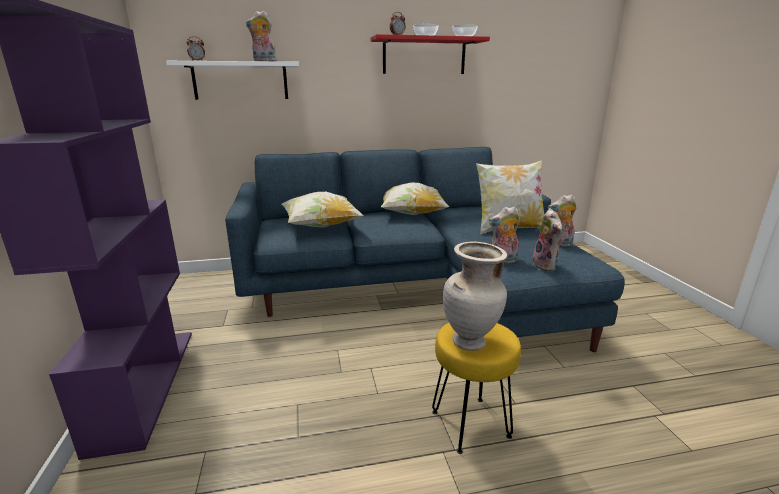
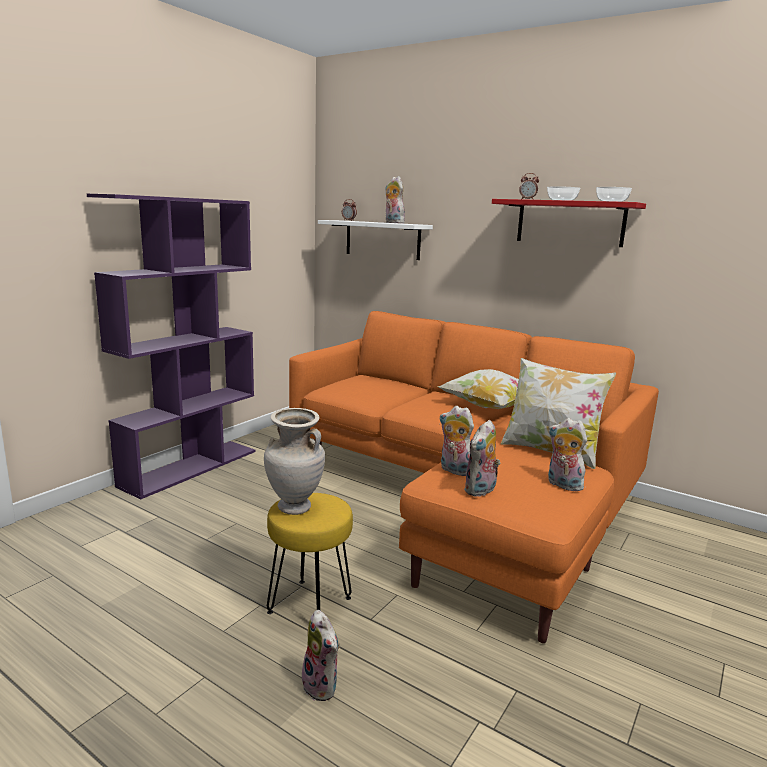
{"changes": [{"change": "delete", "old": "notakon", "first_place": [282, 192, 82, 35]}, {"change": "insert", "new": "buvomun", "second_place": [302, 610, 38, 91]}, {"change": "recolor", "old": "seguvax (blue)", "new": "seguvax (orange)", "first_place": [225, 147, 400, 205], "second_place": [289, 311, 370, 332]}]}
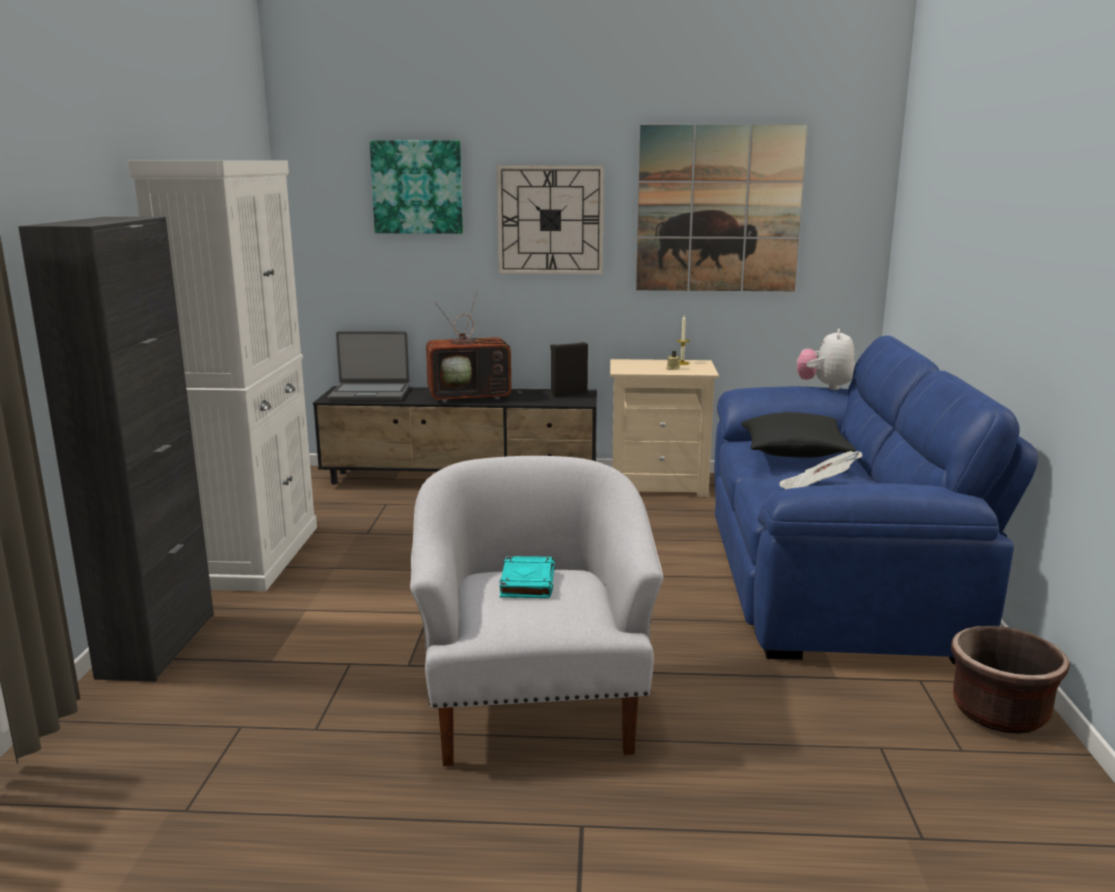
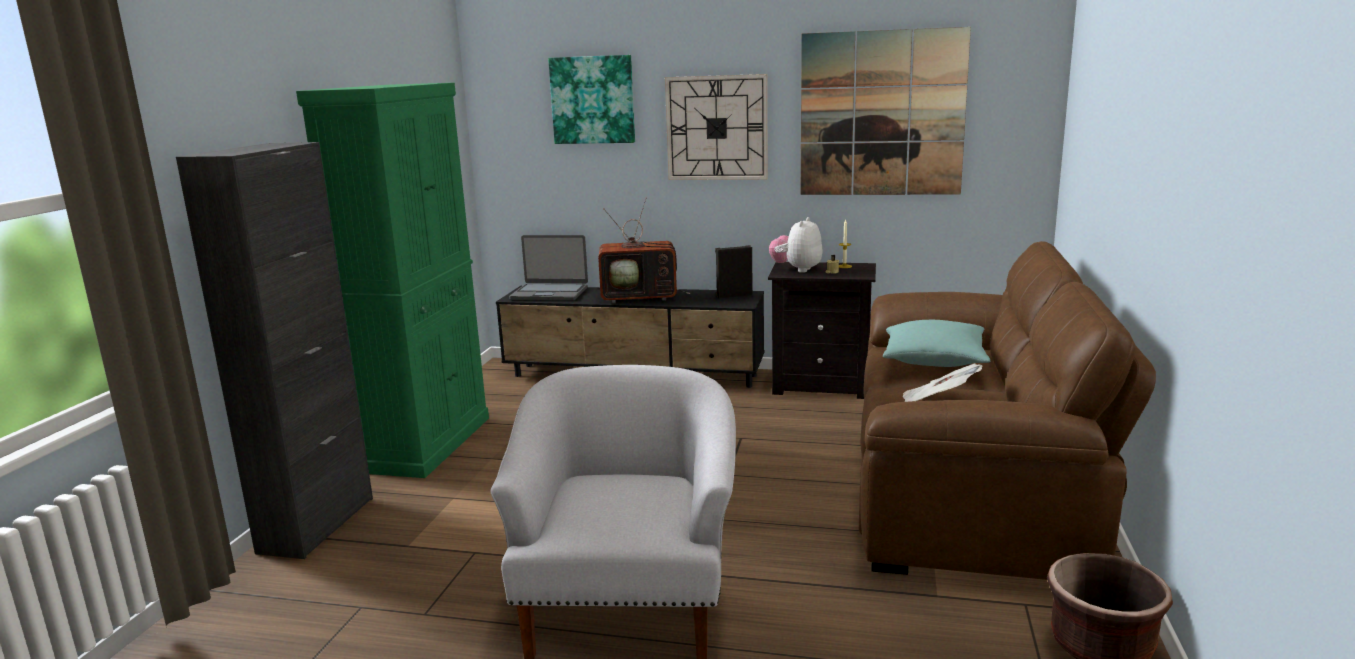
{"changes": [{"change": "delete", "old": "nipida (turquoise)", "first_place": [500, 556, 55, 42]}, {"change": "move", "old": "buvomun", "first_place": [797, 329, 58, 61], "second_place": [769, 217, 54, 56]}, {"change": "recolor", "old": "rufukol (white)", "new": "rufukol (green)", "first_place": [128, 160, 189, 431], "second_place": [296, 83, 193, 395]}, {"change": "recolor", "old": "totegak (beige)", "new": "totegak (black)", "first_place": [610, 359, 109, 138], "second_place": [768, 262, 108, 137]}, {"change": "recolor", "old": "seguvax (blue)", "new": "seguvax (brown)", "first_place": [715, 335, 323, 329], "second_place": [859, 241, 297, 339]}, {"change": "recolor", "old": "notakon (black)", "new": "notakon (turquoise)", "first_place": [741, 412, 115, 46], "second_place": [883, 320, 107, 47]}]}
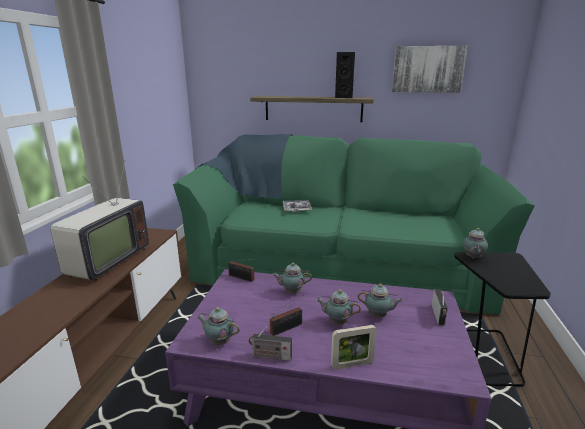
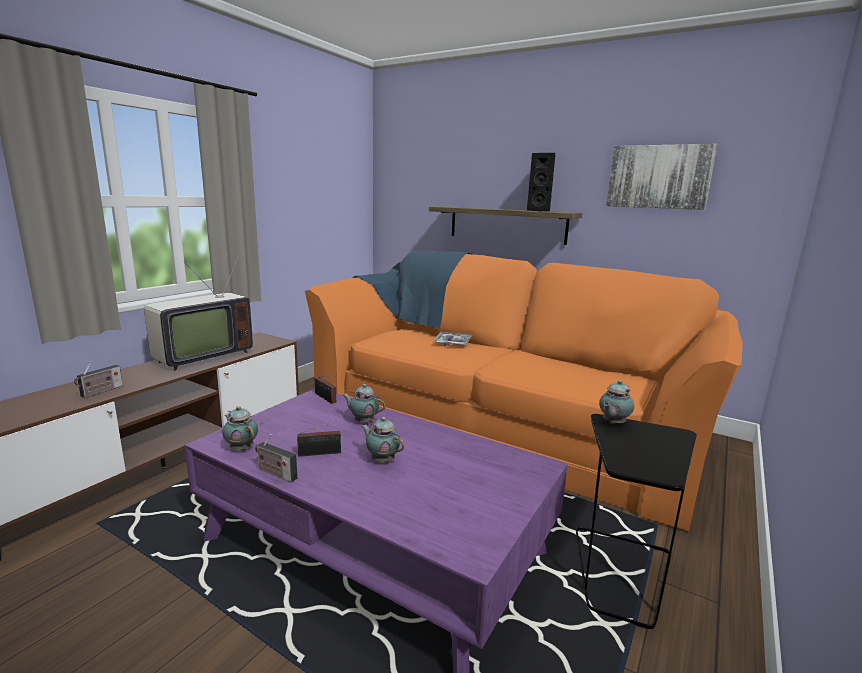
{"changes": [{"change": "delete", "old": "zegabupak", "first_place": [331, 325, 46, 45]}, {"change": "delete", "old": "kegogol", "first_place": [357, 284, 46, 34]}, {"change": "move", "old": "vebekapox", "first_place": [432, 289, 16, 36], "second_place": [74, 361, 49, 37]}, {"change": "recolor", "old": "seguvax (green)", "new": "seguvax (orange)", "first_place": [173, 134, 362, 180], "second_place": [305, 250, 438, 281]}]}
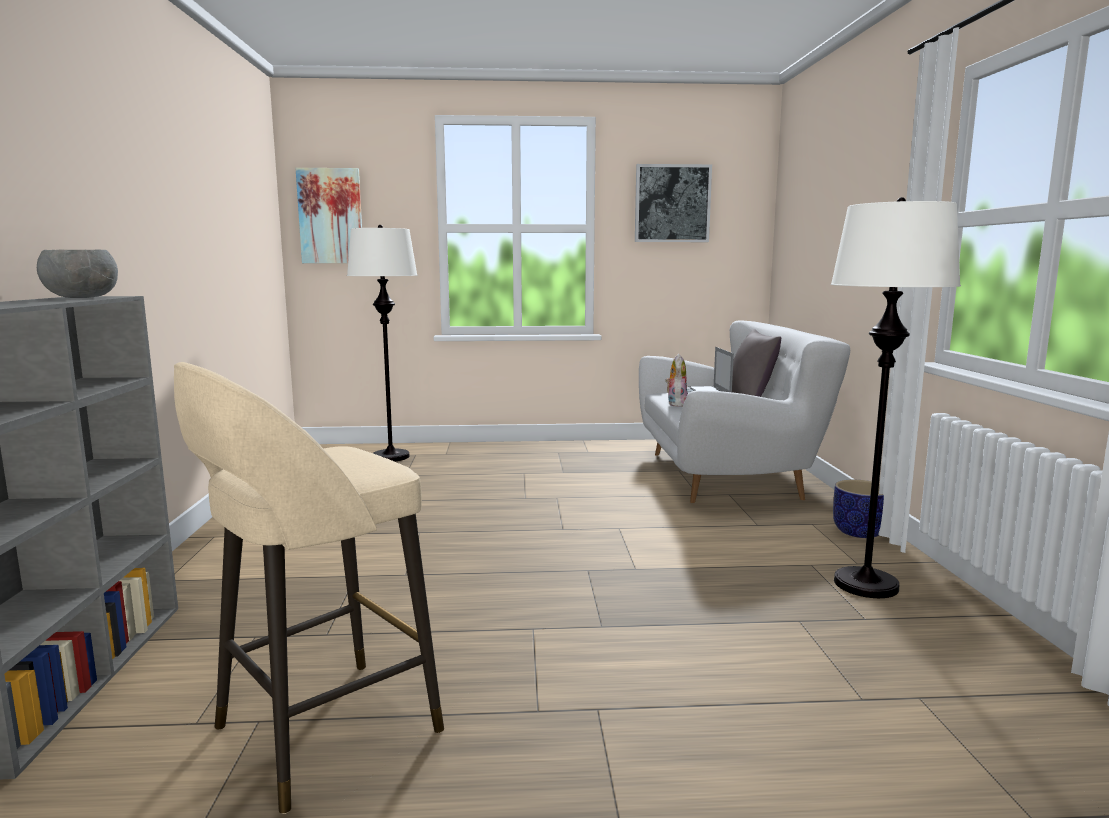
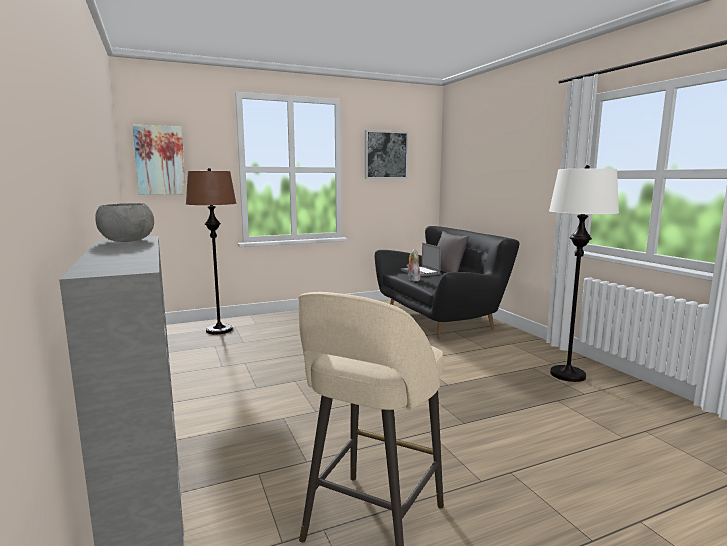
{"changes": [{"change": "delete", "old": "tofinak", "first_place": [833, 480, 51, 58]}, {"change": "recolor", "old": "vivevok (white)", "new": "vivevok (brown)", "first_place": [347, 225, 71, 237], "second_place": [186, 168, 51, 166]}, {"change": "recolor", "old": "seguvax (white)", "new": "seguvax (black)", "first_place": [639, 320, 211, 183], "second_place": [375, 226, 144, 113]}]}
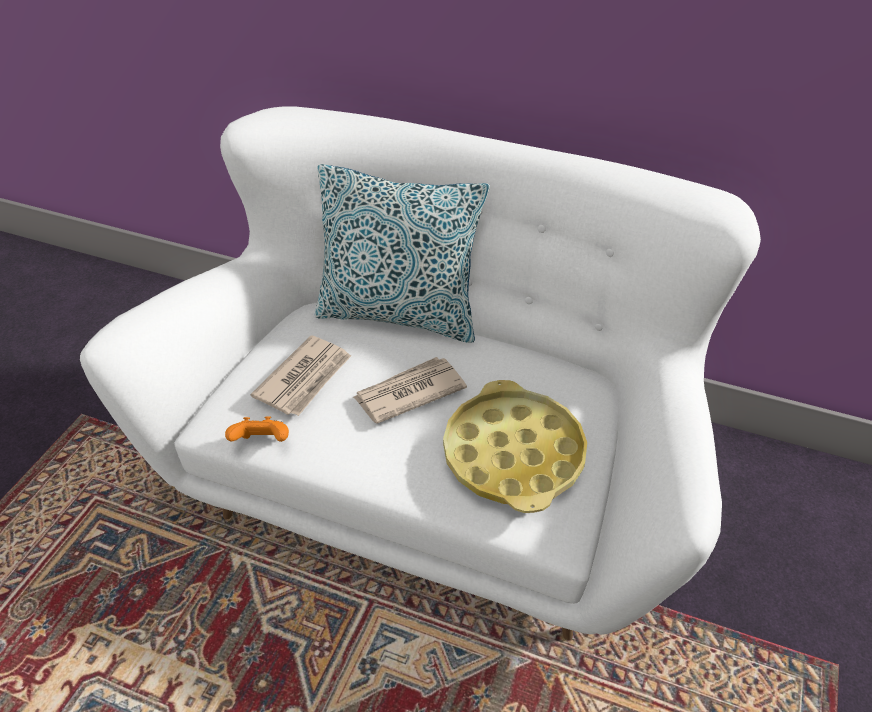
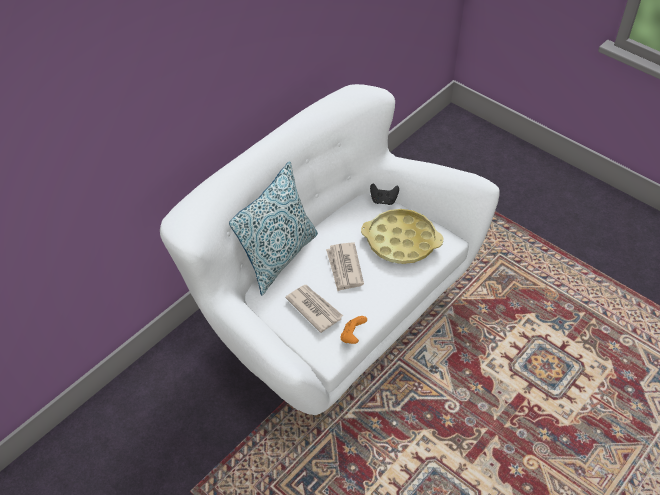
{"changes": [{"change": "insert", "new": "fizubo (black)", "second_place": [370, 183, 29, 22]}]}
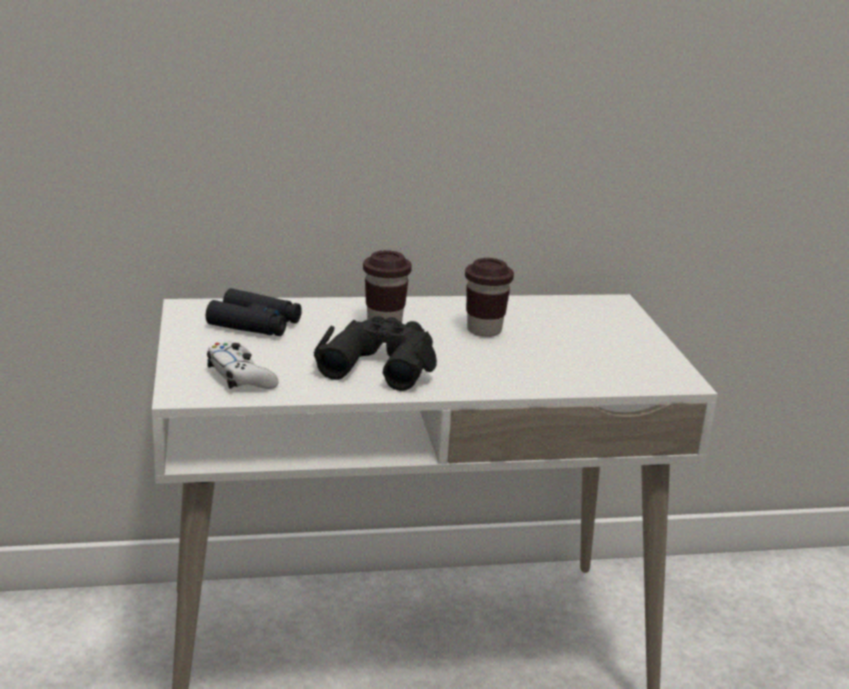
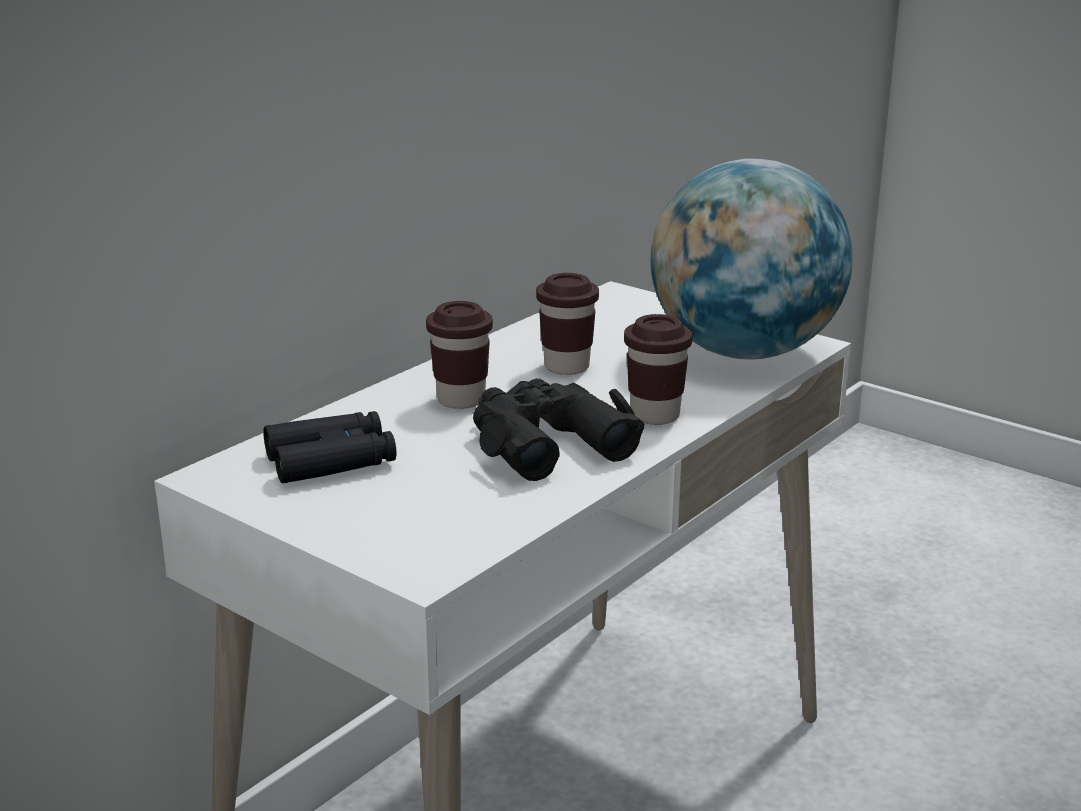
{"changes": [{"change": "delete", "old": "fizubo (white)", "first_place": [207, 342, 71, 47]}, {"change": "insert", "new": "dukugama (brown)", "second_place": [624, 314, 69, 111]}, {"change": "insert", "new": "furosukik", "second_place": [651, 158, 202, 201]}]}
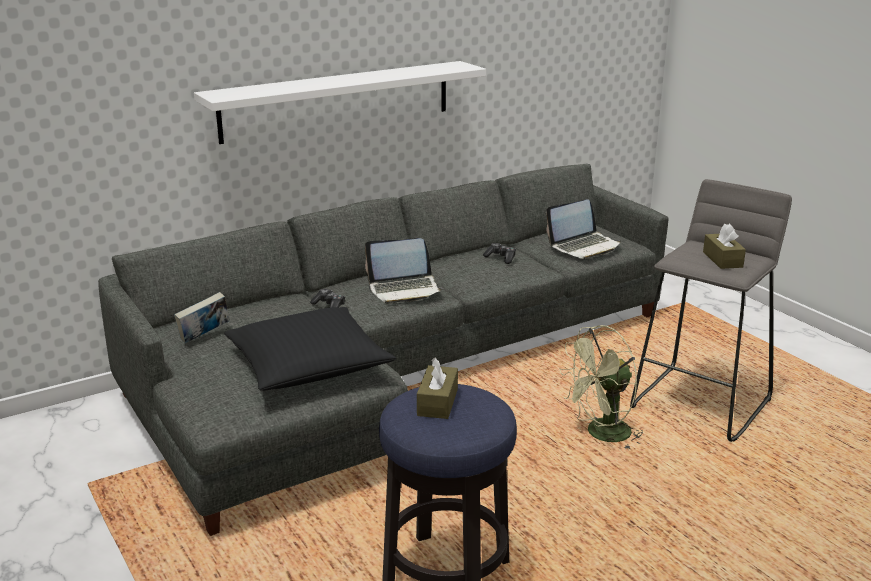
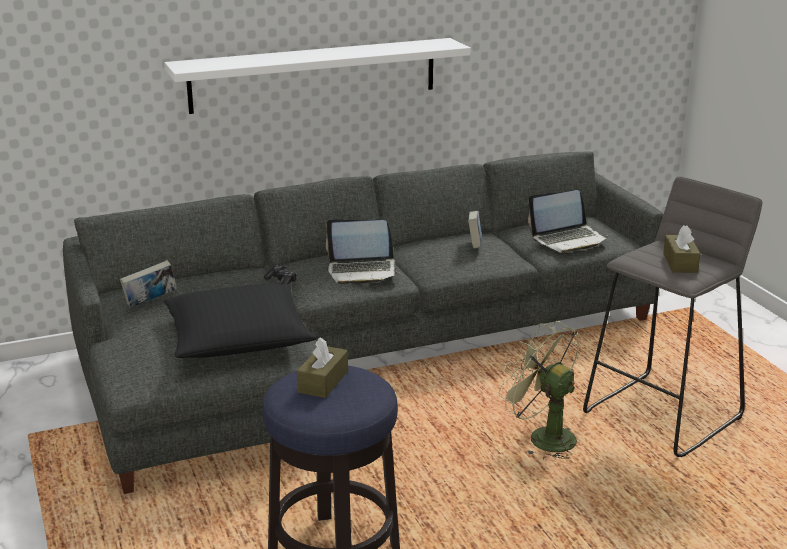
{"changes": [{"change": "replace", "old": "fizubo", "new": "nipida", "first_place": [483, 243, 33, 21], "second_place": [468, 211, 14, 38]}, {"change": "rotate", "old": "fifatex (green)", "first_place": [559, 325, 84, 124], "second_place": [498, 321, 81, 138], "degrees": 60}]}
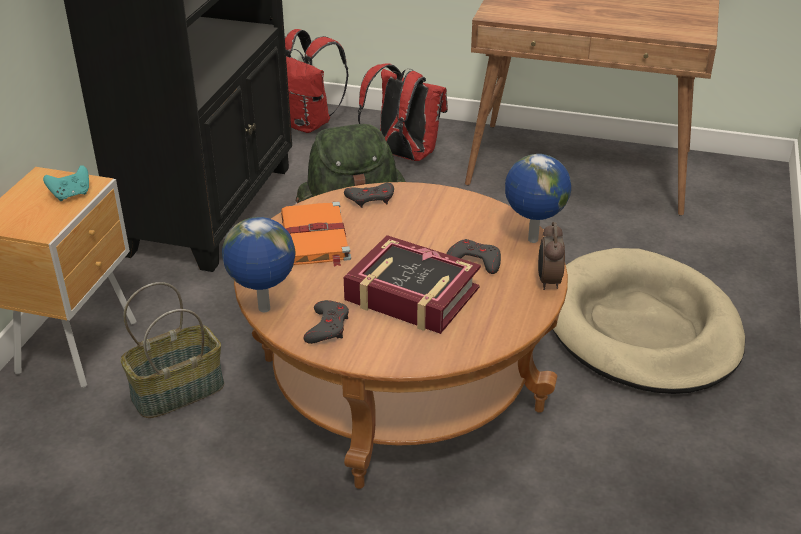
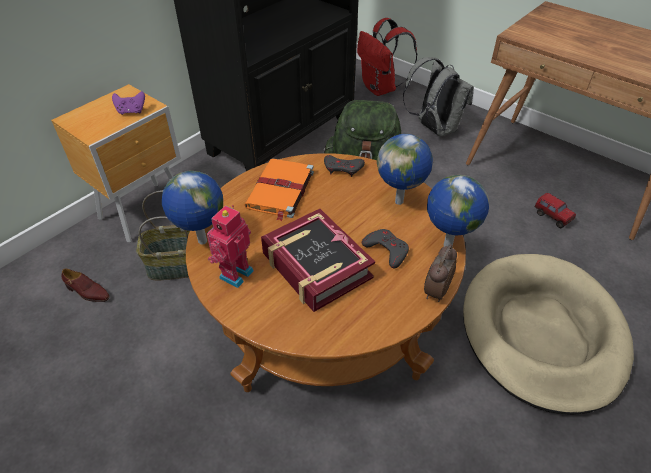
{"changes": [{"change": "insert", "new": "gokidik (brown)", "second_place": [61, 268, 49, 34]}, {"change": "insert", "new": "furosukik", "second_place": [377, 134, 56, 71]}, {"change": "insert", "new": "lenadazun", "second_place": [534, 193, 42, 35]}, {"change": "replace", "old": "fizubo (grey)", "new": "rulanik", "first_place": [304, 300, 45, 44], "second_place": [207, 205, 47, 83]}, {"change": "recolor", "old": "fizubo (turquoise)", "new": "fizubo (purple)", "first_place": [43, 165, 46, 36], "second_place": [112, 91, 33, 24]}, {"change": "recolor", "old": "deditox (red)", "new": "deditox (grey)", "first_place": [358, 63, 90, 98], "second_place": [403, 57, 71, 80]}]}
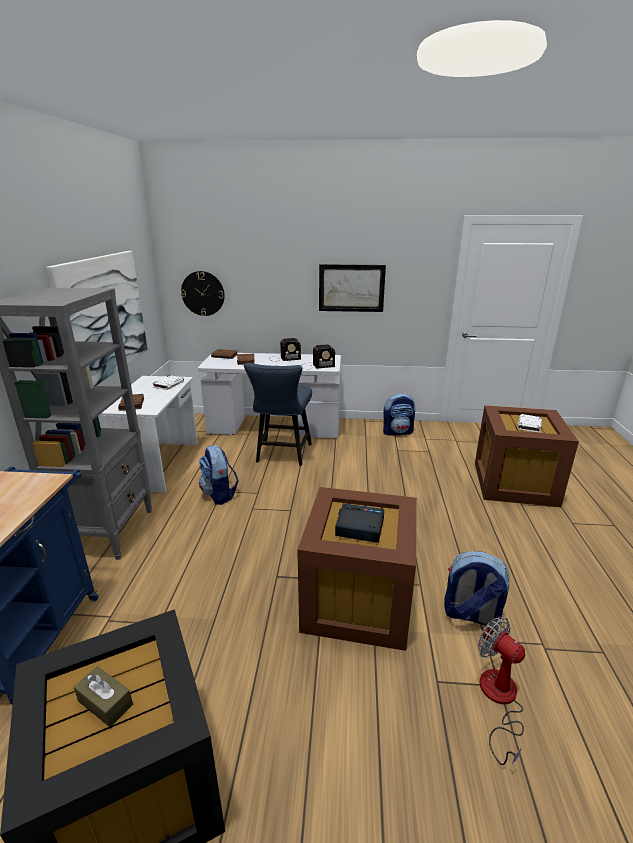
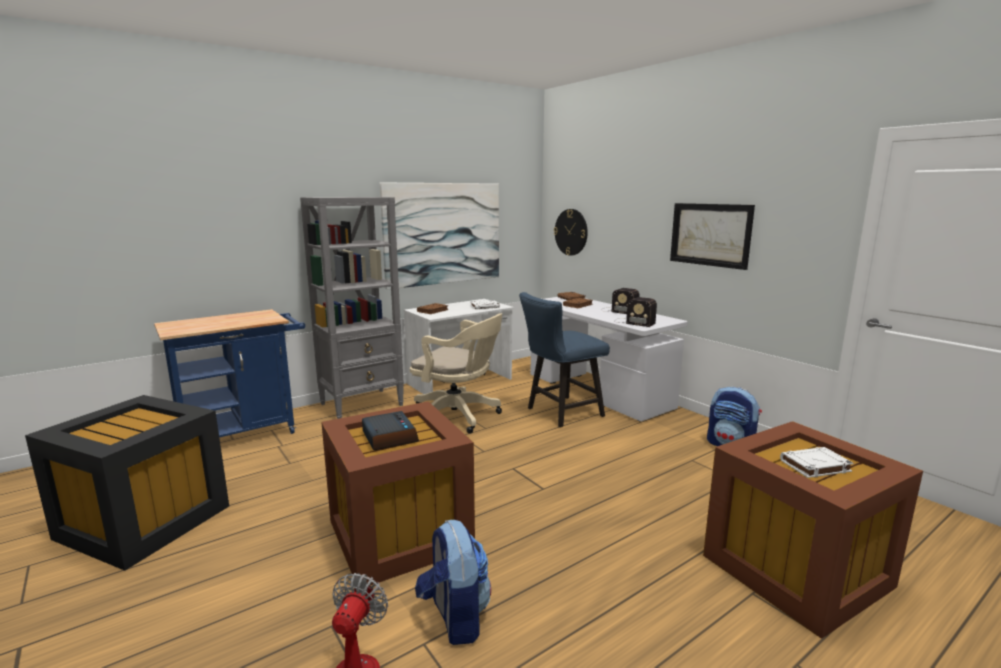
{"changes": [{"change": "delete", "old": "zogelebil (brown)", "first_place": [74, 666, 59, 61]}, {"change": "replace", "old": "deditox", "new": "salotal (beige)", "first_place": [199, 445, 40, 60], "second_place": [410, 313, 92, 121]}]}
